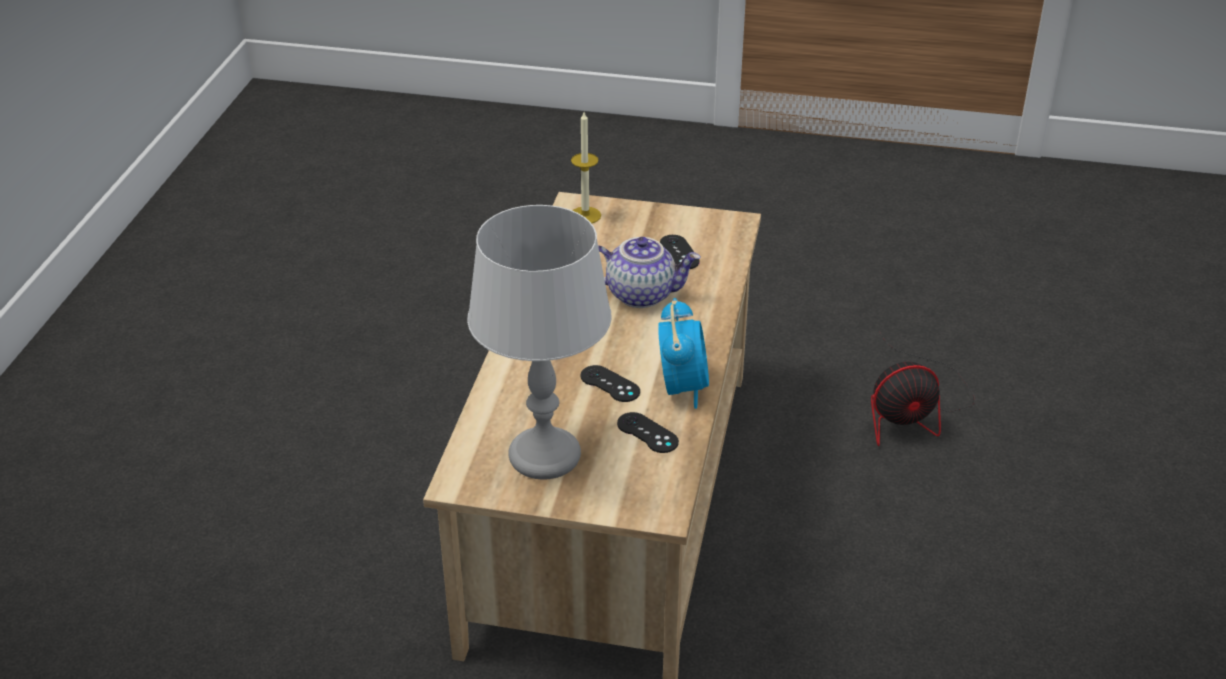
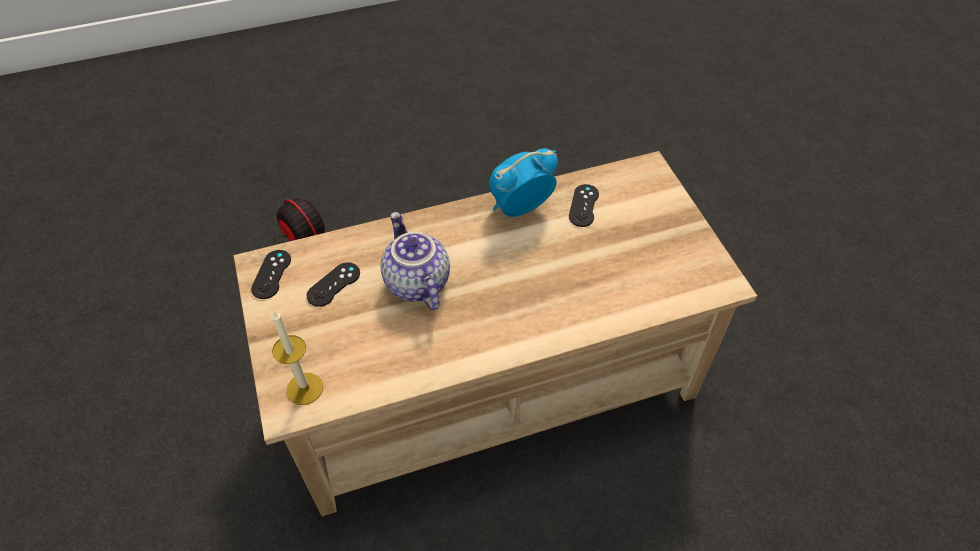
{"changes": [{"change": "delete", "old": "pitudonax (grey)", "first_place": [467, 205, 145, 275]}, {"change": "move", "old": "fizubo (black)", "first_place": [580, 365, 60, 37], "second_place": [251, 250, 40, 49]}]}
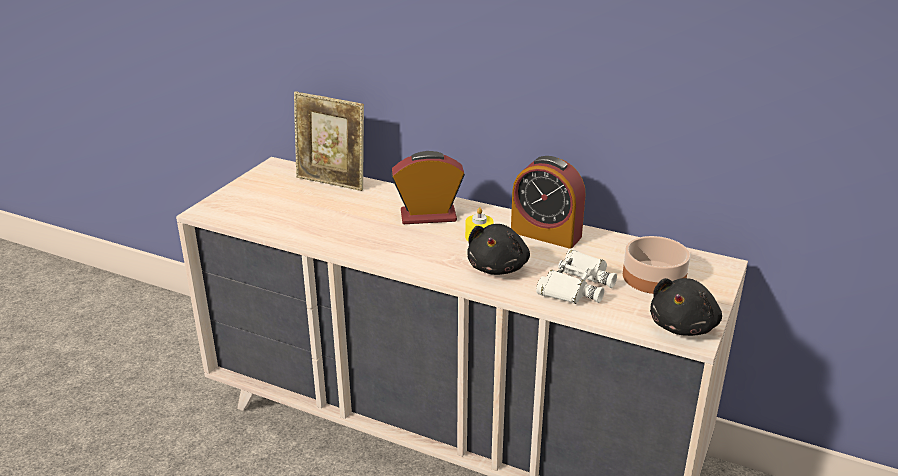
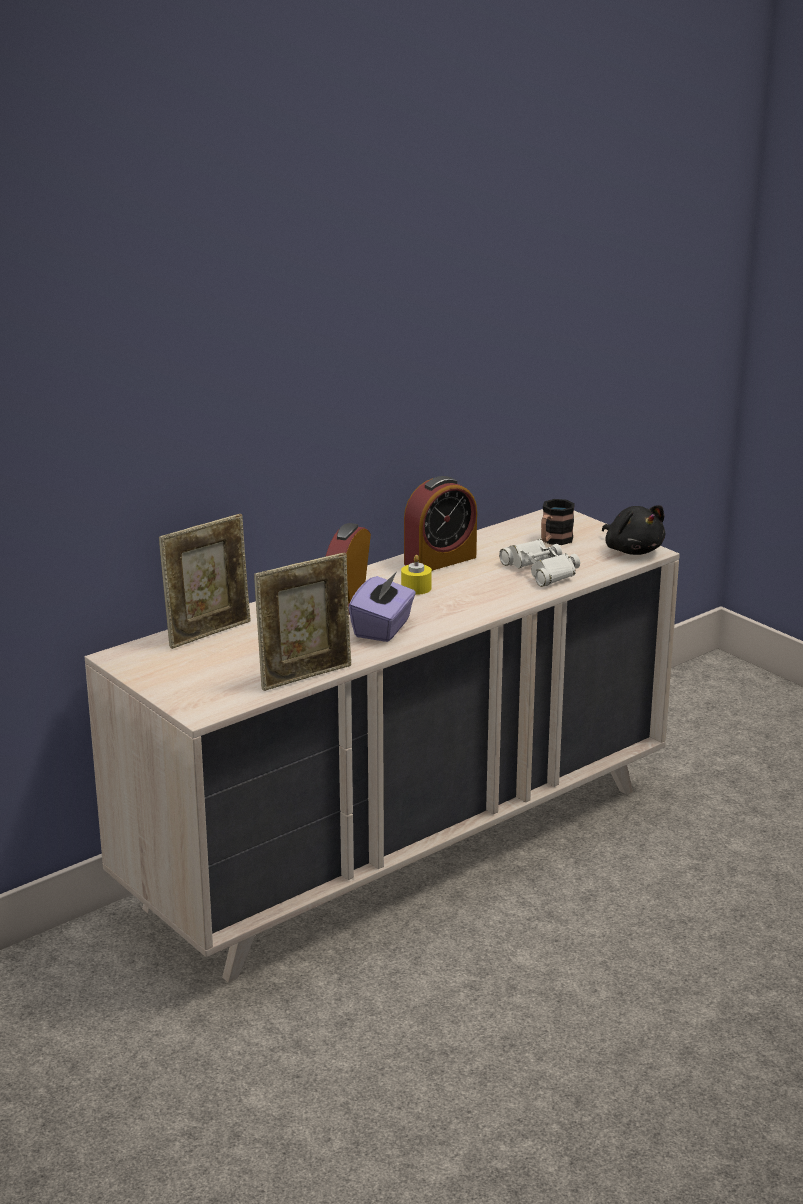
{"changes": [{"change": "delete", "old": "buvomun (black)", "first_place": [467, 224, 63, 51]}, {"change": "insert", "new": "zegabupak", "second_place": [254, 553, 97, 138]}, {"change": "insert", "new": "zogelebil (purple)", "second_place": [349, 572, 67, 70]}, {"change": "replace", "old": "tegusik", "new": "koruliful", "first_place": [623, 236, 67, 58], "second_place": [541, 499, 34, 46]}]}
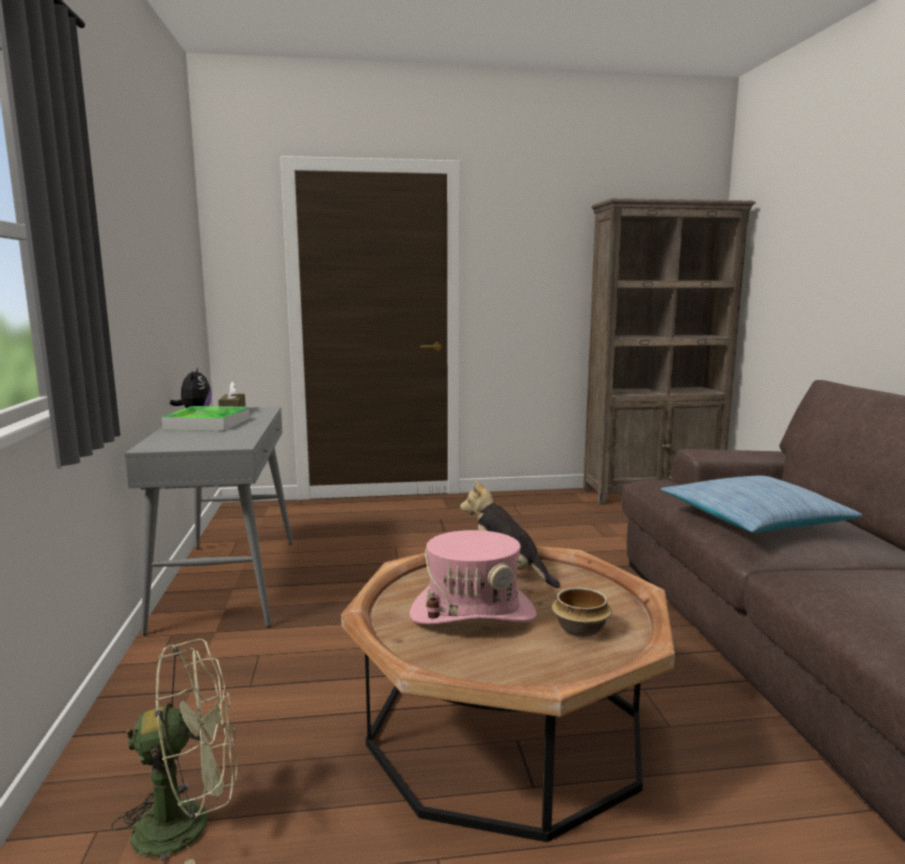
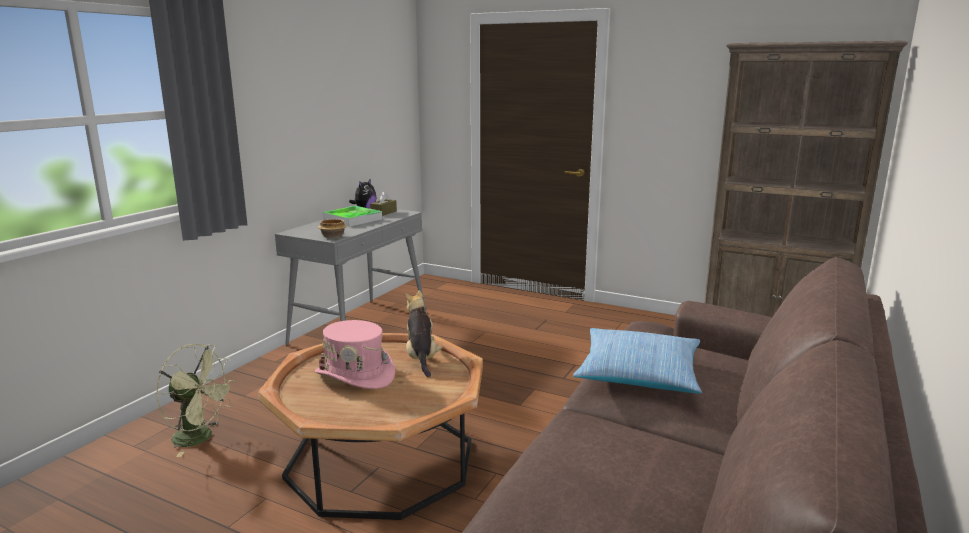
{"changes": [{"change": "move", "old": "tegusik", "first_place": [552, 587, 60, 50], "second_place": [318, 219, 29, 20]}]}
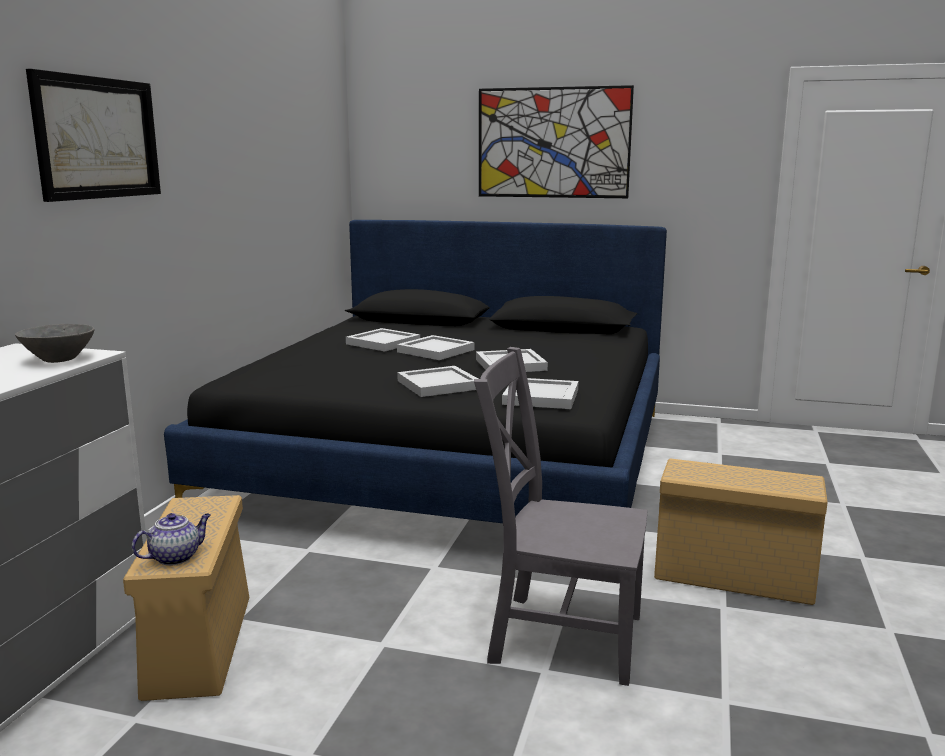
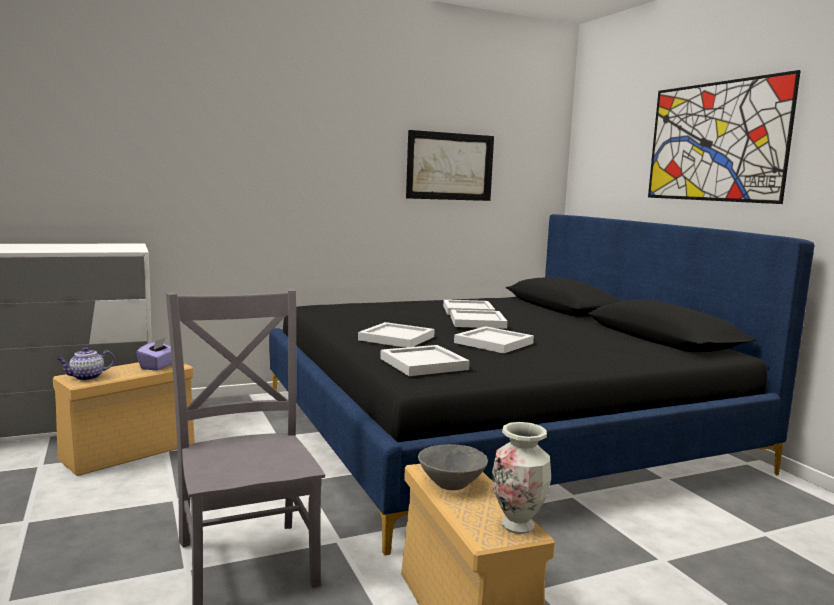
{"changes": [{"change": "insert", "new": "zogelebil (purple)", "second_place": [136, 337, 36, 34]}, {"change": "insert", "new": "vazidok", "second_place": [492, 422, 59, 112]}, {"change": "move", "old": "tegusik (grey)", "first_place": [15, 324, 80, 39], "second_place": [418, 444, 70, 46]}, {"change": "move", "old": "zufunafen", "first_place": [26, 69, 135, 133], "second_place": [406, 130, 88, 71]}, {"change": "rotate", "old": "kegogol", "first_place": [132, 513, 79, 53], "second_place": [57, 347, 58, 34], "degrees": 135}]}
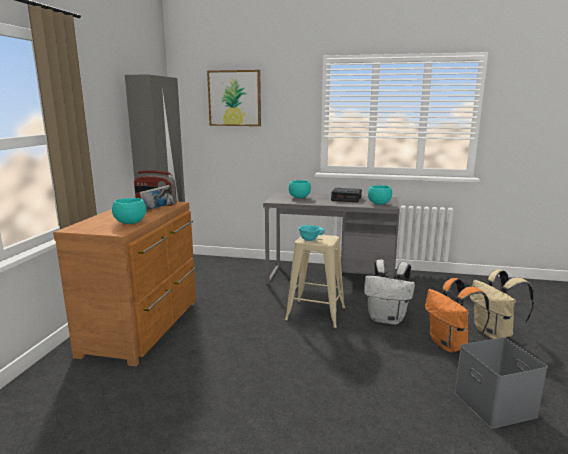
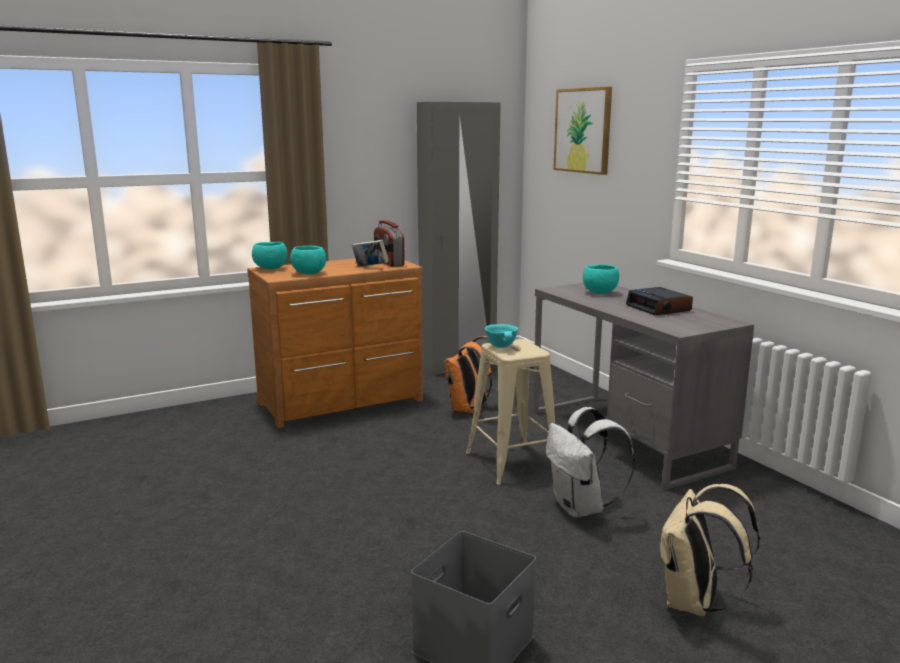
{"changes": [{"change": "move", "old": "tegusik (turquoise)", "first_place": [368, 185, 24, 20], "second_place": [252, 242, 35, 27]}, {"change": "move", "old": "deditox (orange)", "first_place": [425, 278, 65, 75], "second_place": [444, 336, 54, 77]}]}
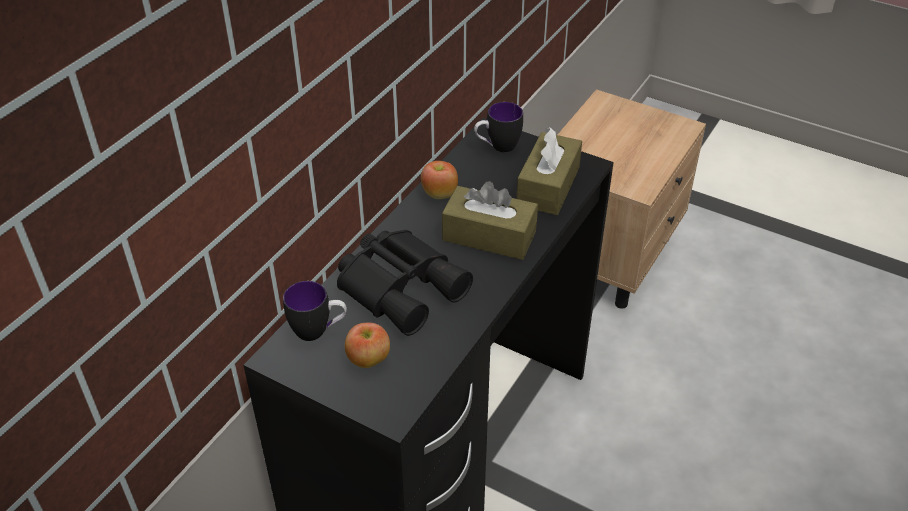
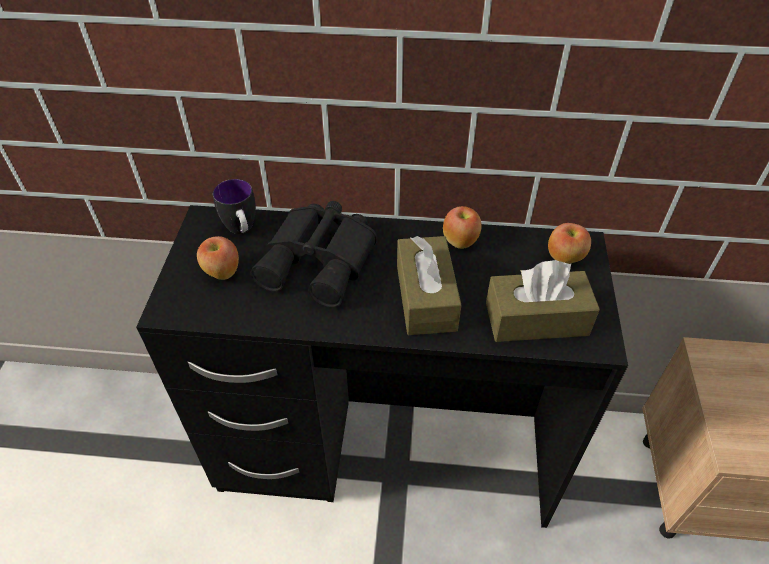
{"changes": [{"change": "replace", "old": "koruliful", "new": "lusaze", "first_place": [474, 102, 49, 50], "second_place": [548, 223, 43, 41]}]}
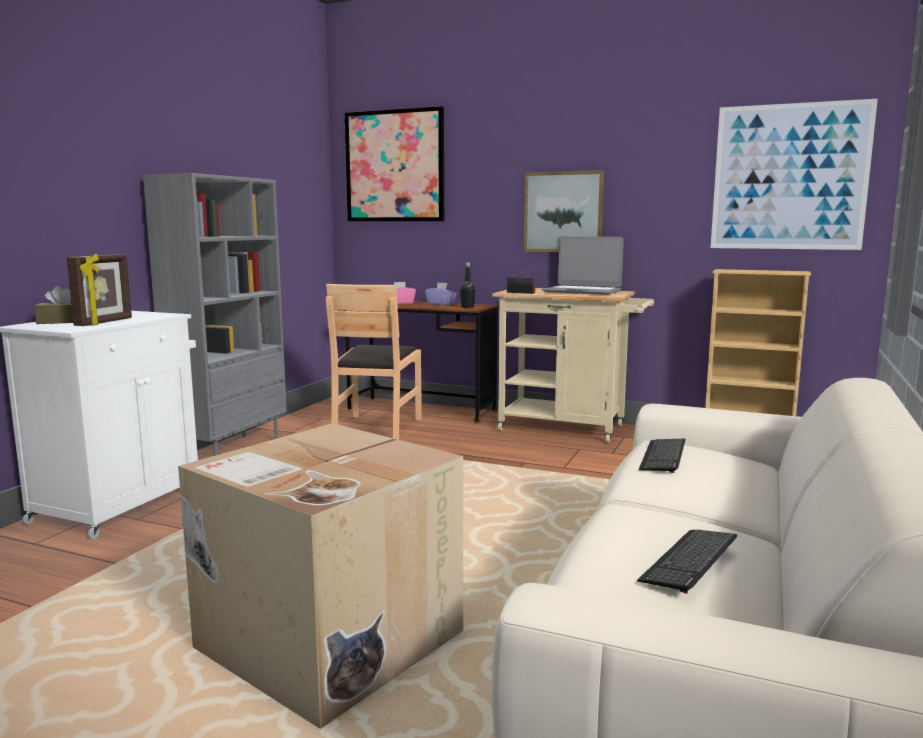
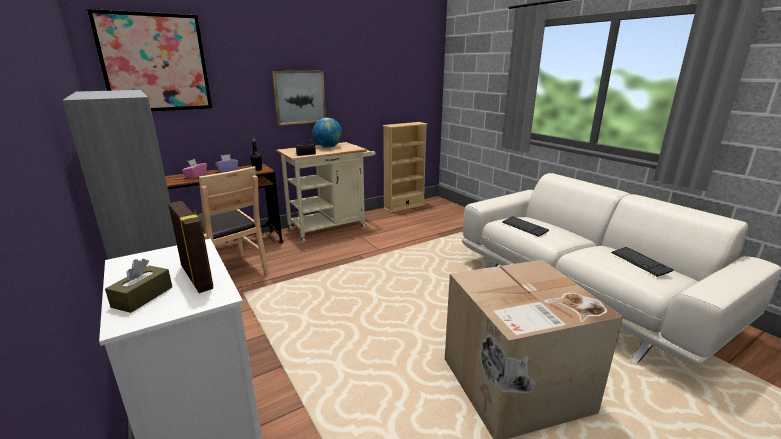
{"changes": [{"change": "delete", "old": "zufunafen", "first_place": [711, 99, 167, 151]}, {"change": "replace", "old": "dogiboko", "new": "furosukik", "first_place": [542, 236, 82, 59], "second_place": [313, 118, 29, 30]}]}
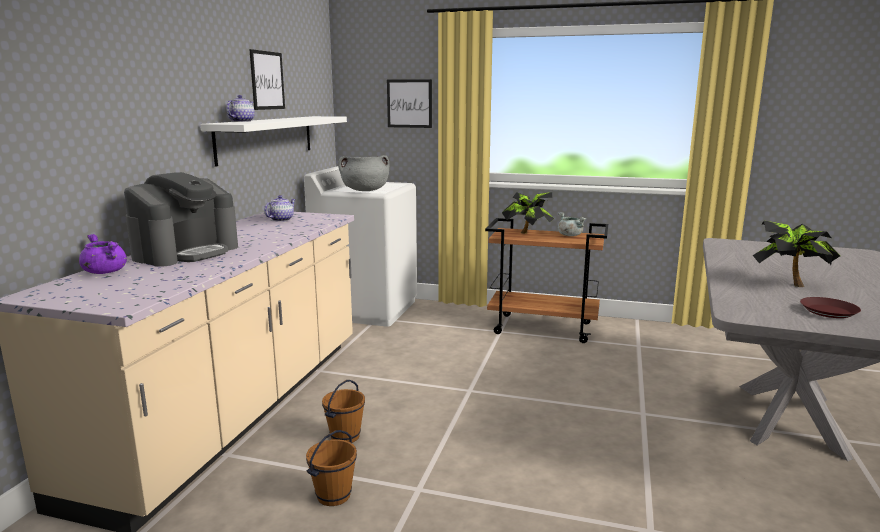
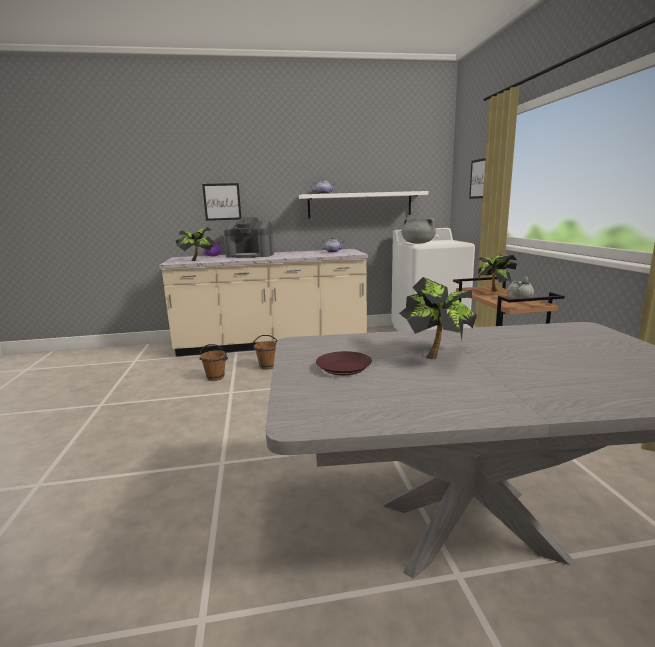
{"changes": [{"change": "insert", "new": "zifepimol", "second_place": [176, 227, 40, 34]}, {"change": "move", "old": "zufunafen", "first_place": [249, 49, 36, 61], "second_place": [202, 183, 39, 38]}]}
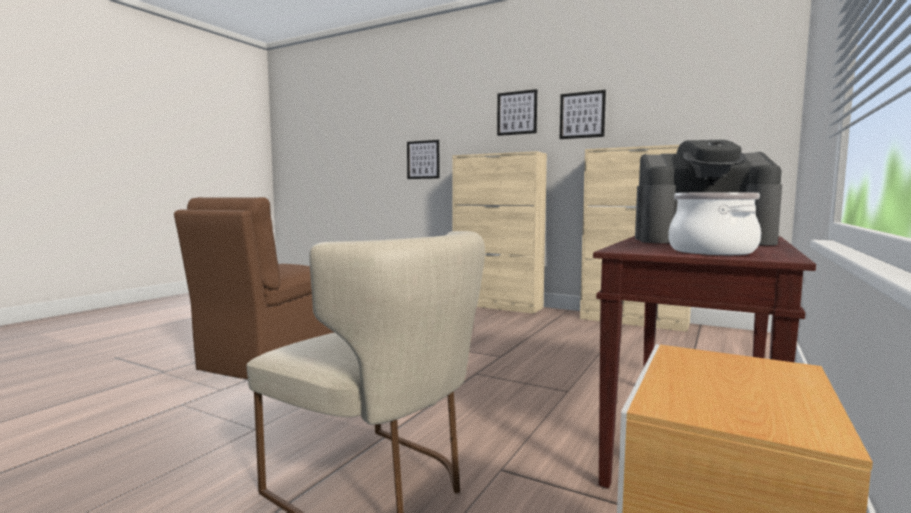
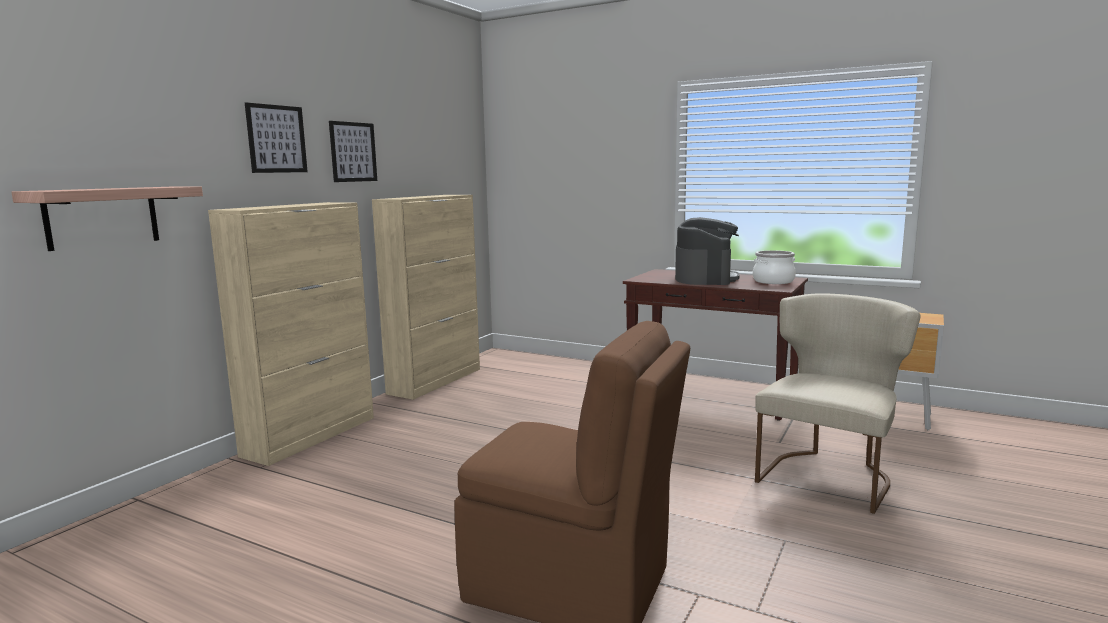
{"changes": [{"change": "replace", "old": "zufunafen", "new": "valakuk", "first_place": [407, 140, 32, 39], "second_place": [11, 186, 192, 65]}]}
